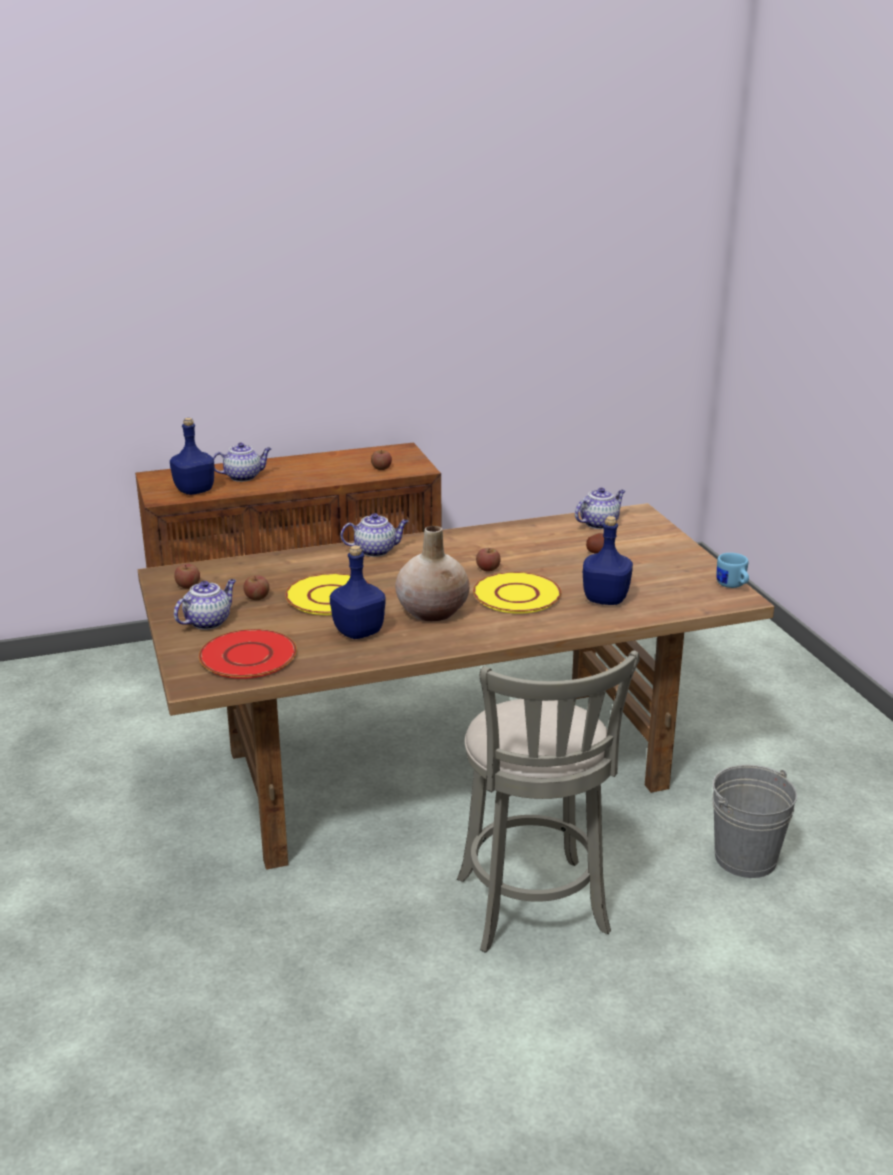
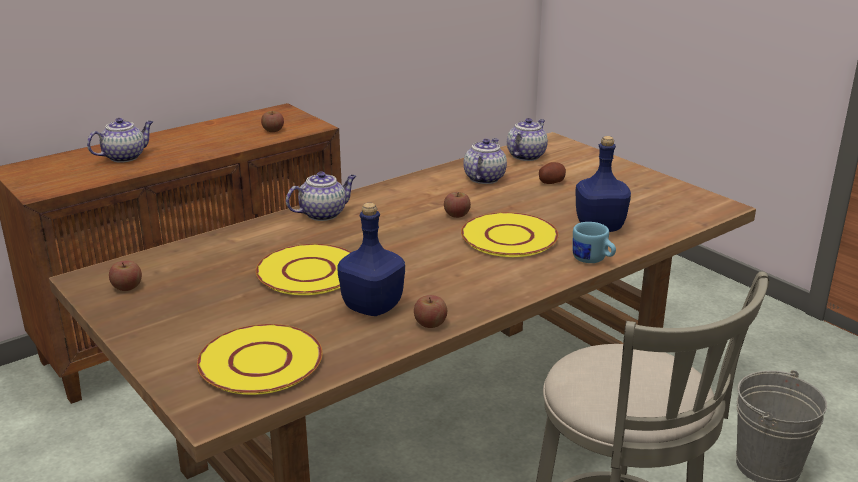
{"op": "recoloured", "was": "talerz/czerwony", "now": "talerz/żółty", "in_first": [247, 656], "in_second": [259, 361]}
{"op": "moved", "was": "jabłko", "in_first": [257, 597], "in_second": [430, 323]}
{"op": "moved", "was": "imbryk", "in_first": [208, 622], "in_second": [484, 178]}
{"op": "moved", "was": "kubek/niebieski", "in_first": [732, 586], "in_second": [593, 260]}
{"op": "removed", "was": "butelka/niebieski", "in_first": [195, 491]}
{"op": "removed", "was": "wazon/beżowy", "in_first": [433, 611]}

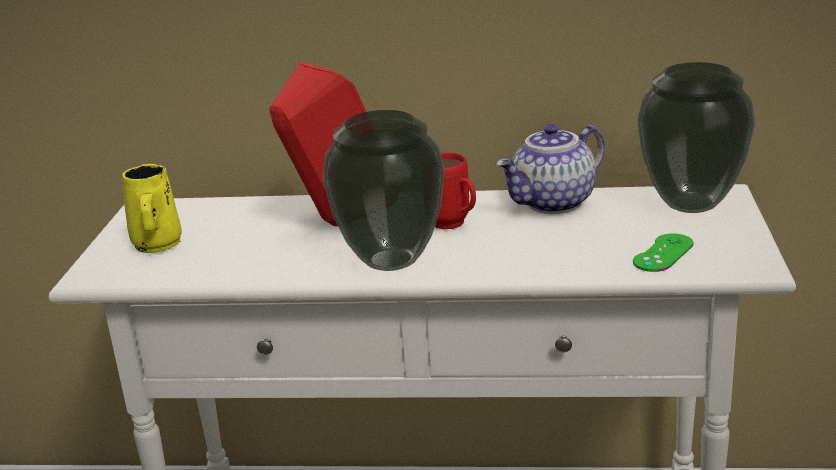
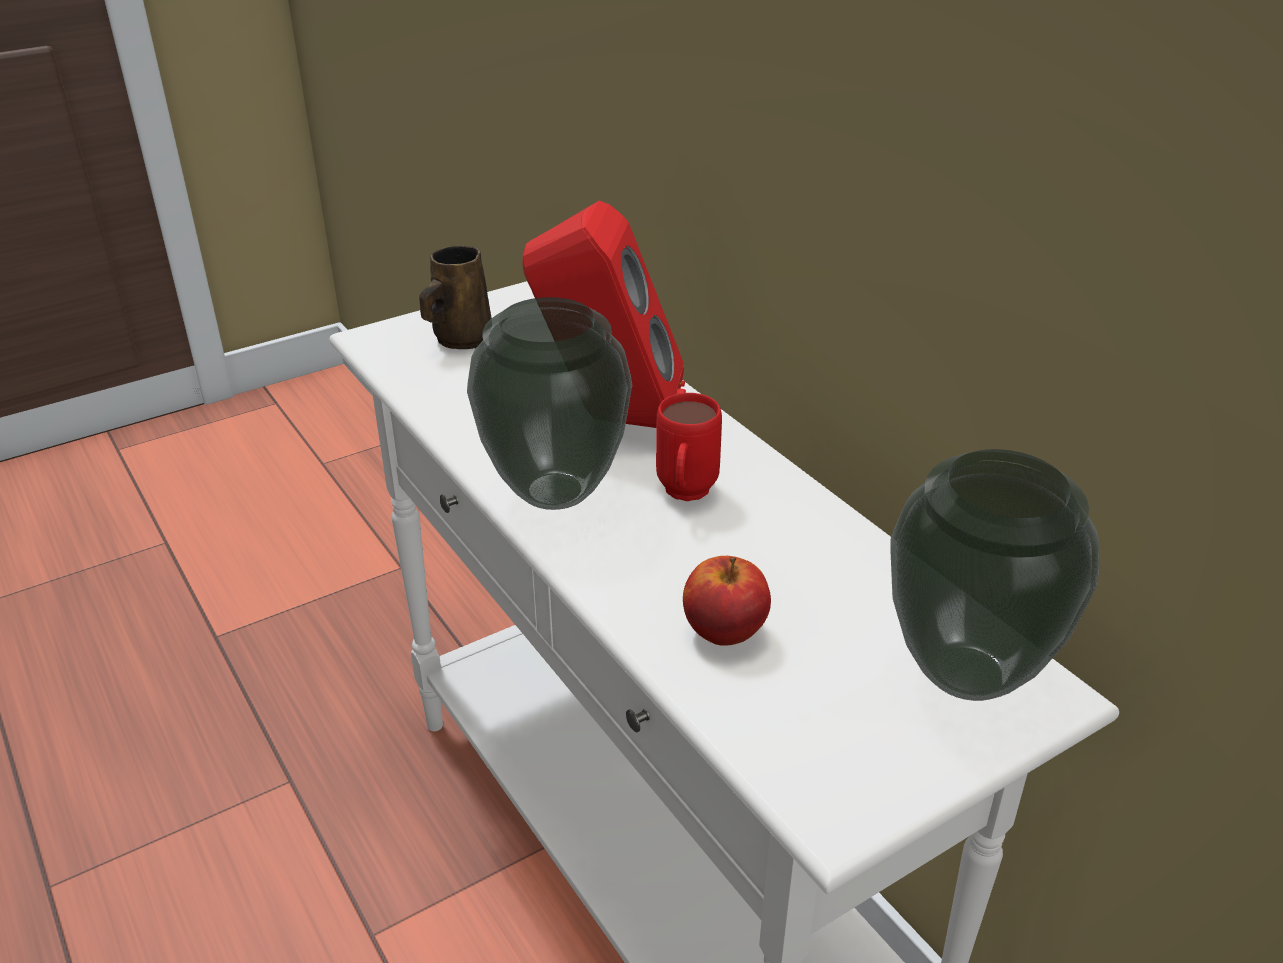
{"op": "recoloured", "was": "kubek/żółty", "now": "kubek/brązowy", "in_first": [157, 245], "in_second": [460, 340]}
{"op": "added", "now": "jabłko", "in_second": [724, 631]}
{"op": "removed", "was": "imbryk", "in_first": [554, 203]}
{"op": "removed", "was": "pad do gier/zielony", "in_first": [663, 253]}

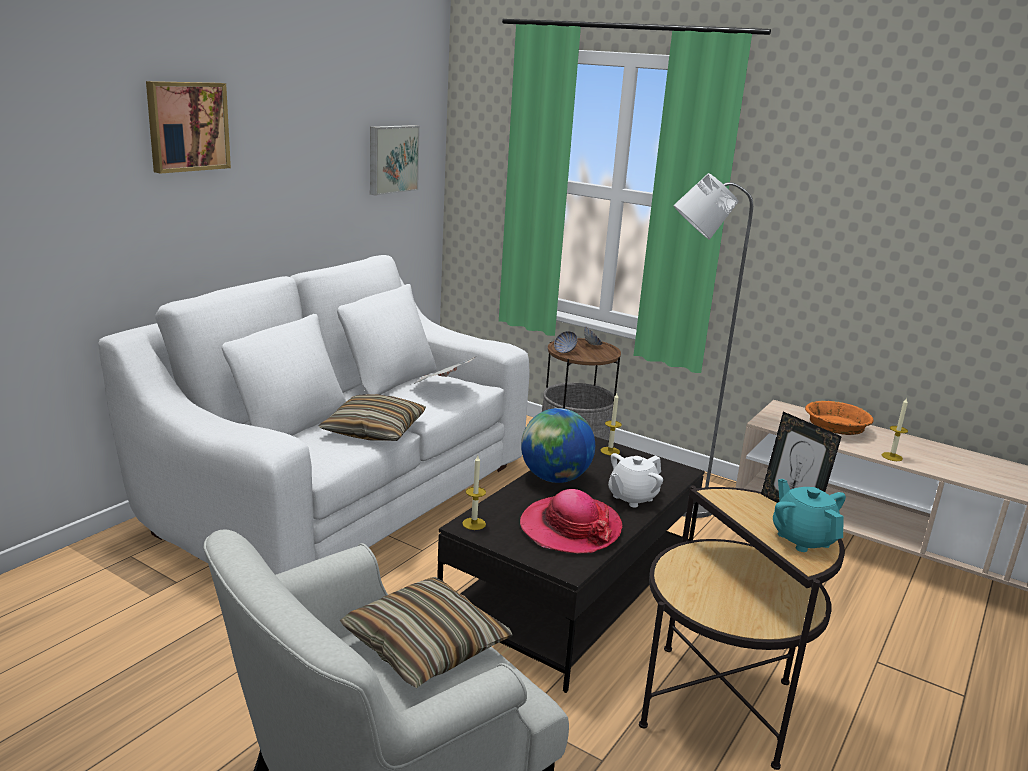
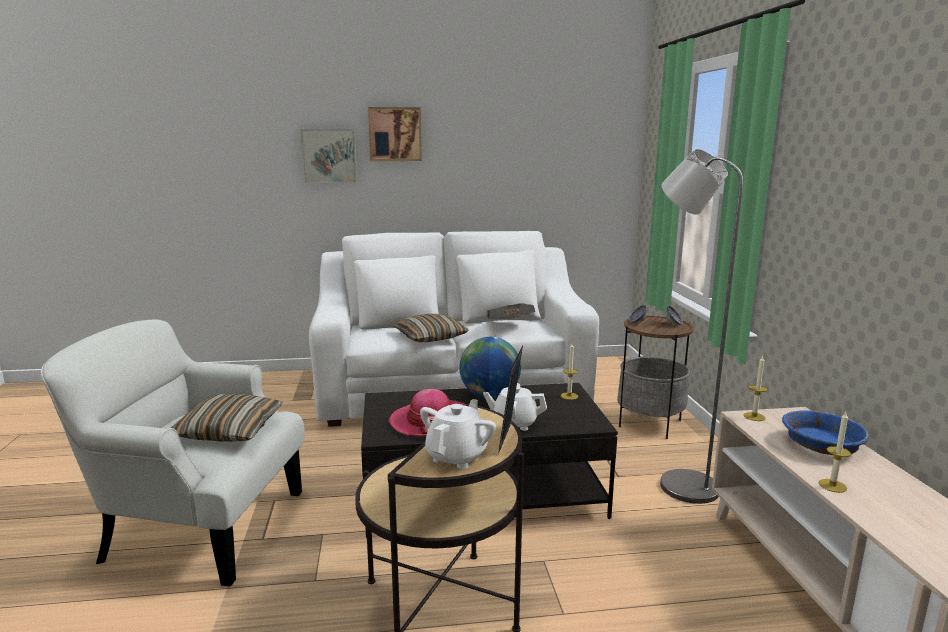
{"op": "moved", "was": "obraz", "in_first": [392, 159], "in_second": [329, 156]}
{"op": "recoloured", "was": "imbryk/turkusowy", "now": "imbryk/biały", "in_first": [803, 539], "in_second": [457, 456]}
{"op": "moved", "was": "świeca", "in_first": [474, 524], "in_second": [754, 416]}
{"op": "recoloured", "was": "miska/pomarańczowy", "now": "miska/niebieski", "in_first": [836, 428], "in_second": [822, 445]}

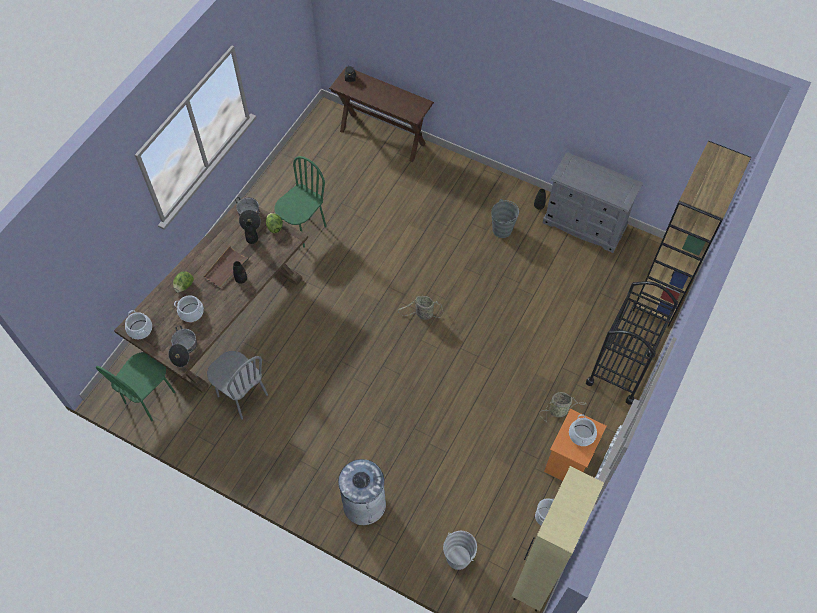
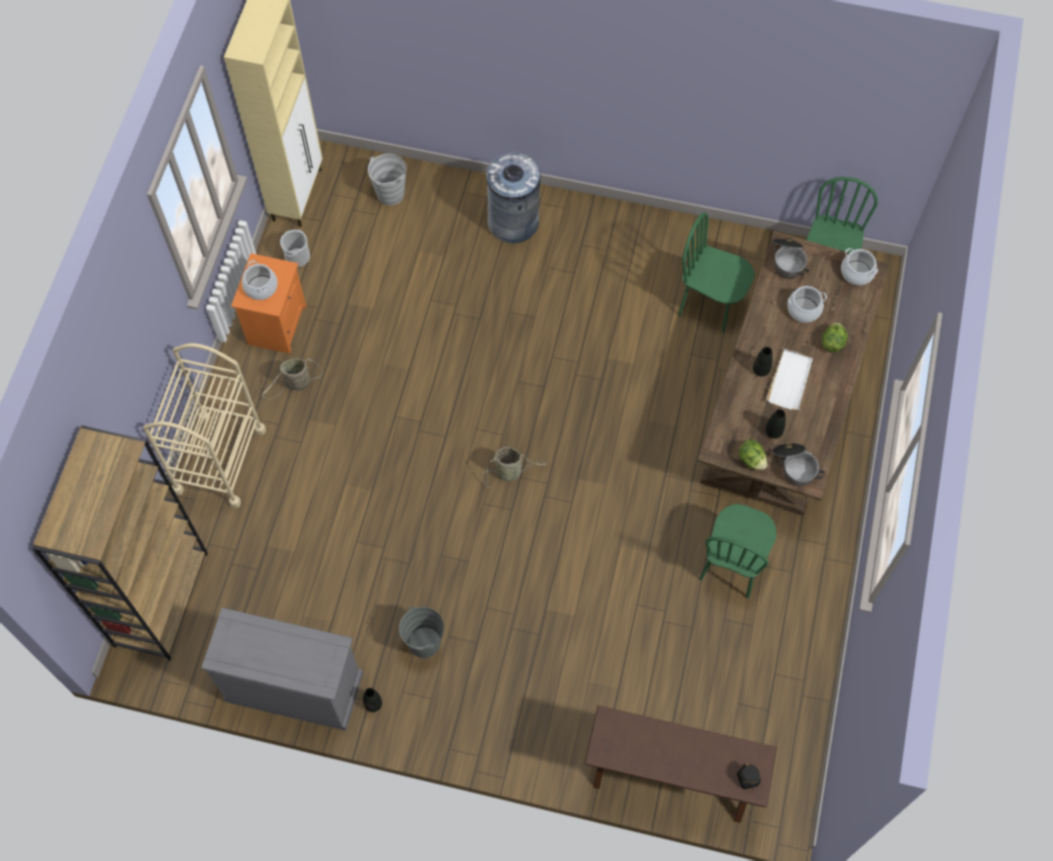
{"op": "recoloured", "was": "wózek/czarny", "now": "wózek/beżowy", "in_first": [620, 368], "in_second": [219, 460]}
{"op": "recoloured", "was": "krzesło/szary", "now": "krzesło/zielony", "in_first": [242, 396], "in_second": [709, 306]}
{"op": "recoloured", "was": "taca/brązowy", "now": "taca/biały", "in_first": [225, 268], "in_second": [790, 380]}

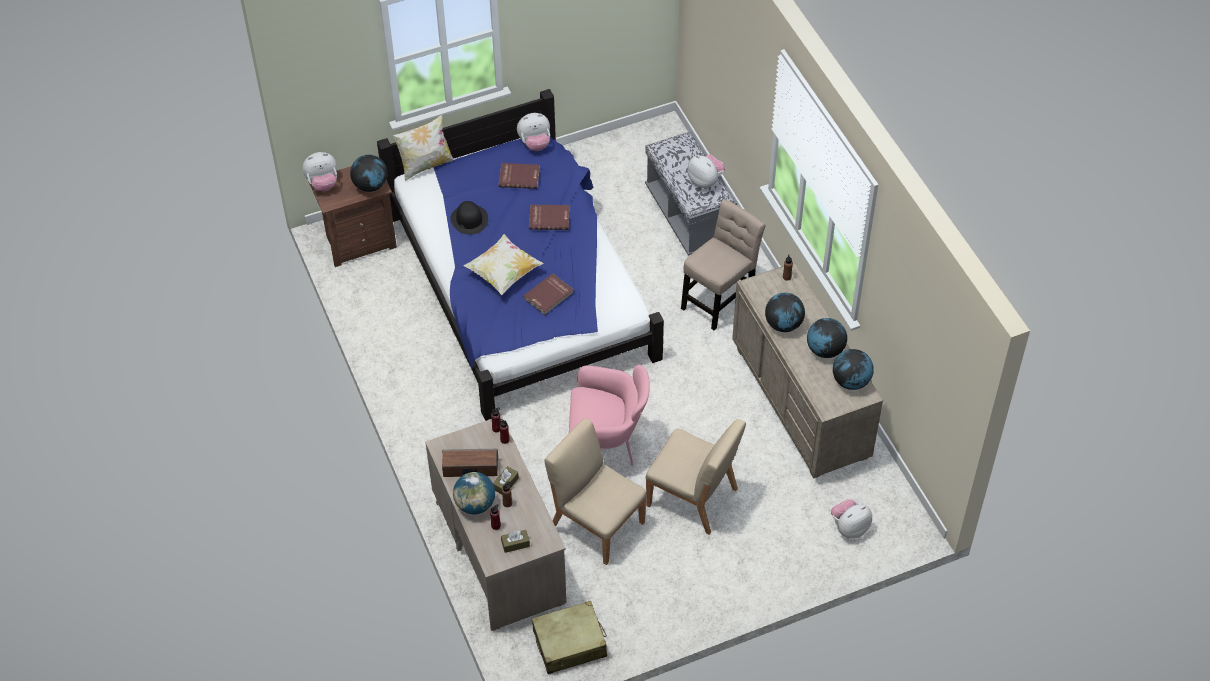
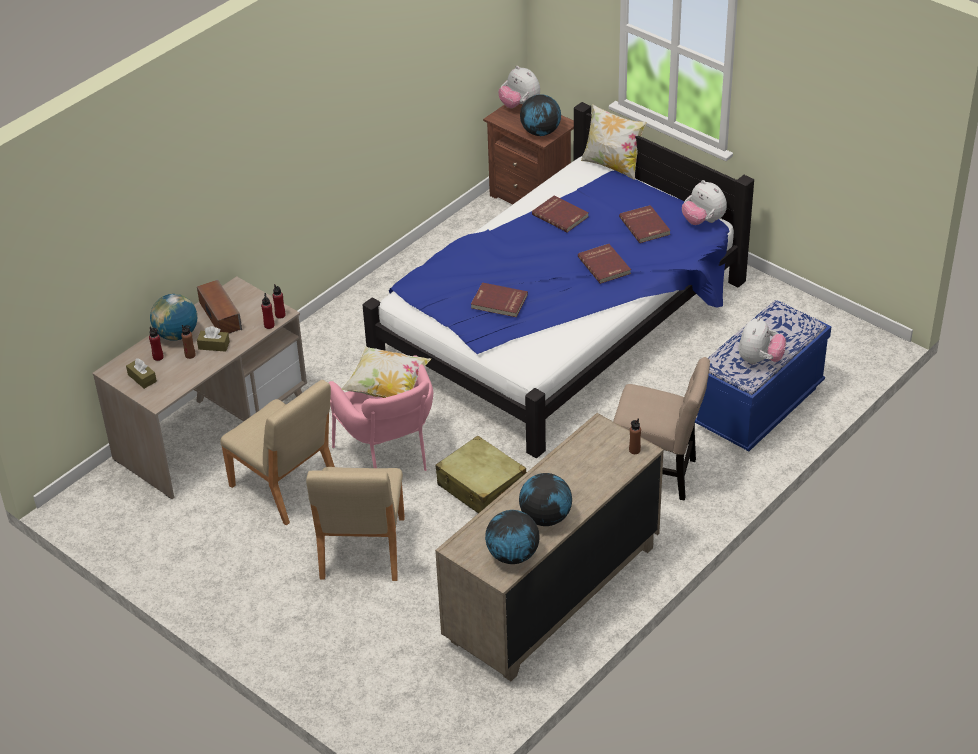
{"op": "turned", "was": "krzesło/beżowy", "in_first": [596, 523], "in_second": [285, 486], "clockwise": 120}
{"op": "moved", "was": "poduszka", "in_first": [504, 273], "in_second": [387, 387]}
{"op": "moved", "was": "walizka/beżowy", "in_first": [570, 644], "in_second": [482, 487]}
{"op": "replaced", "was": "kapelusz/czarny", "now": "książka/czerwony", "in_first": [469, 219], "in_second": [561, 215]}
{"op": "recoloured", "was": "ławka/szary", "now": "ławka/niebieski", "in_first": [689, 216], "in_second": [759, 407]}
{"op": "removed", "was": "globus", "in_first": [783, 324]}
{"op": "removed", "was": "pluszak", "in_first": [849, 527]}

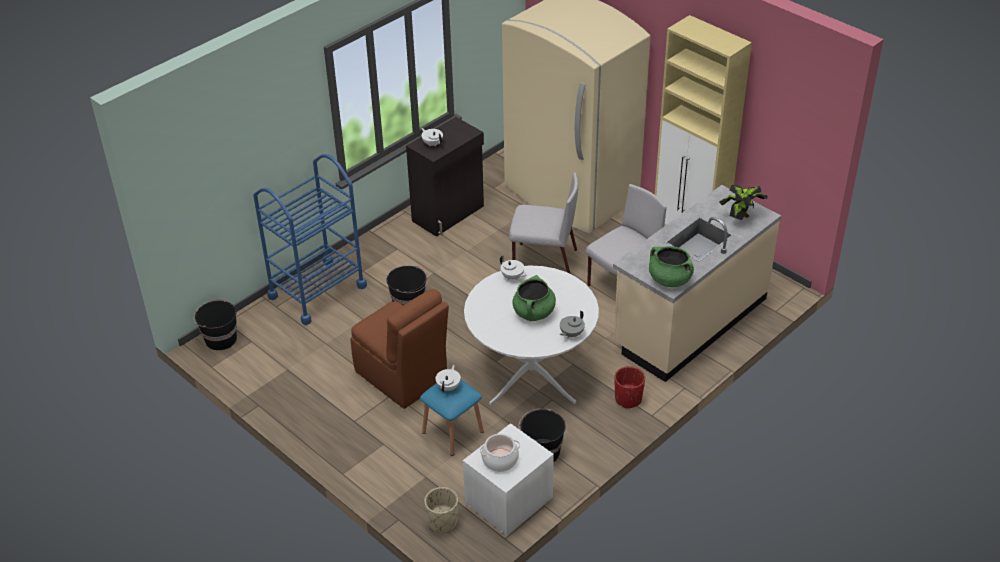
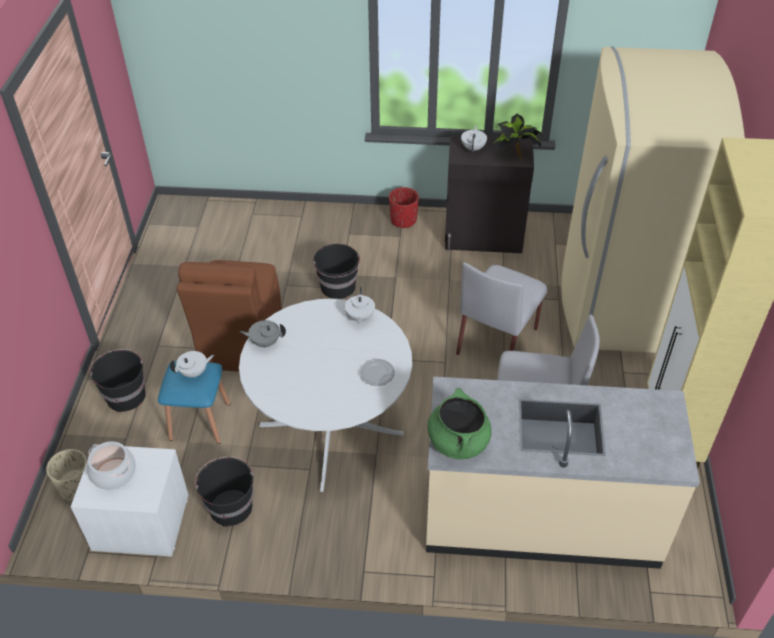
{"op": "moved", "was": "wiadro/czarny", "in_first": [220, 339], "in_second": [125, 395]}
{"op": "moved", "was": "imbryk/szary", "in_first": [571, 334], "in_second": [265, 342]}
{"op": "added", "now": "talerz", "in_second": [377, 373]}
{"op": "moved", "was": "donica/czerwony", "in_first": [628, 399], "in_second": [403, 220]}
{"op": "turned", "was": "krzesło/szary", "in_first": [543, 261], "in_second": [497, 340], "clockwise": 60}
{"op": "moved", "was": "roślina doniczkowa", "in_first": [741, 217], "in_second": [515, 154]}
{"op": "removed", "was": "wózek/niebieski", "in_first": [317, 291]}
{"op": "removed", "was": "garnek/zielony", "in_first": [534, 312]}

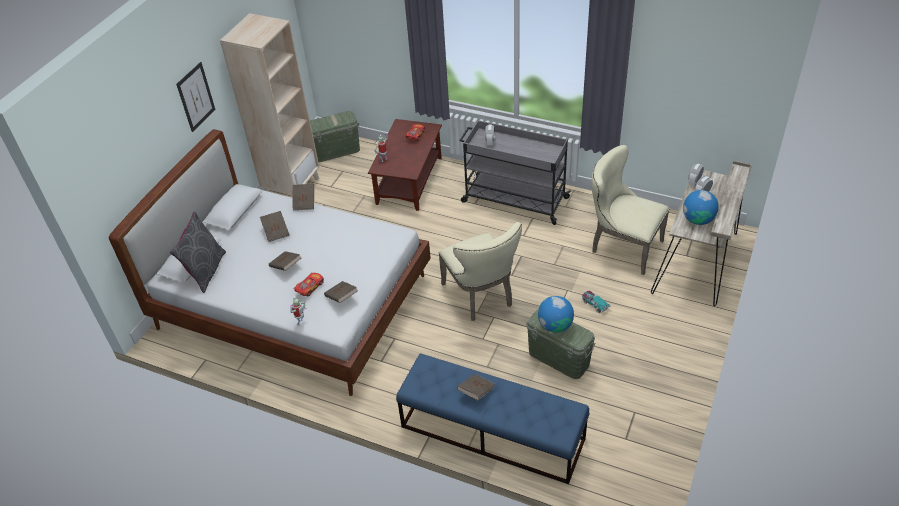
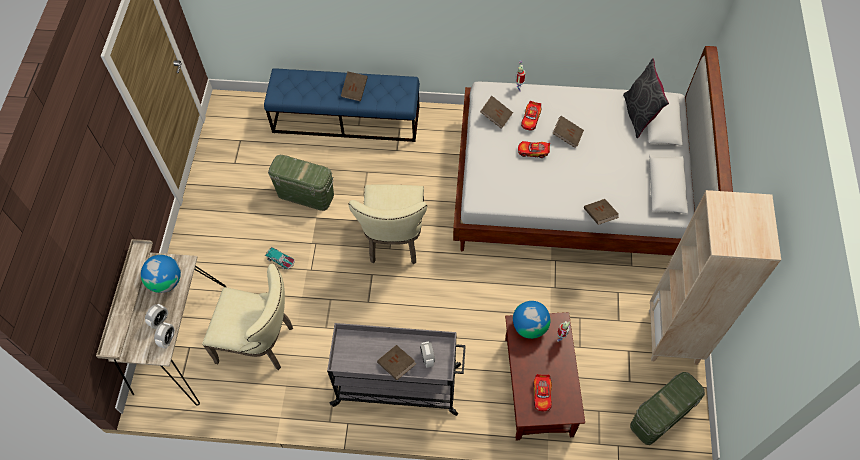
{"op": "turned", "was": "krzesło/beżowy", "in_first": [481, 296], "in_second": [394, 241], "clockwise": -135}
{"op": "moved", "was": "książka/brązowy", "in_first": [276, 231], "in_second": [396, 365]}
{"op": "moved", "was": "globus", "in_first": [555, 325], "in_second": [529, 327]}
{"op": "added", "now": "samochodzik", "in_second": [533, 151]}
{"op": "removed", "was": "obraz", "in_first": [196, 97]}

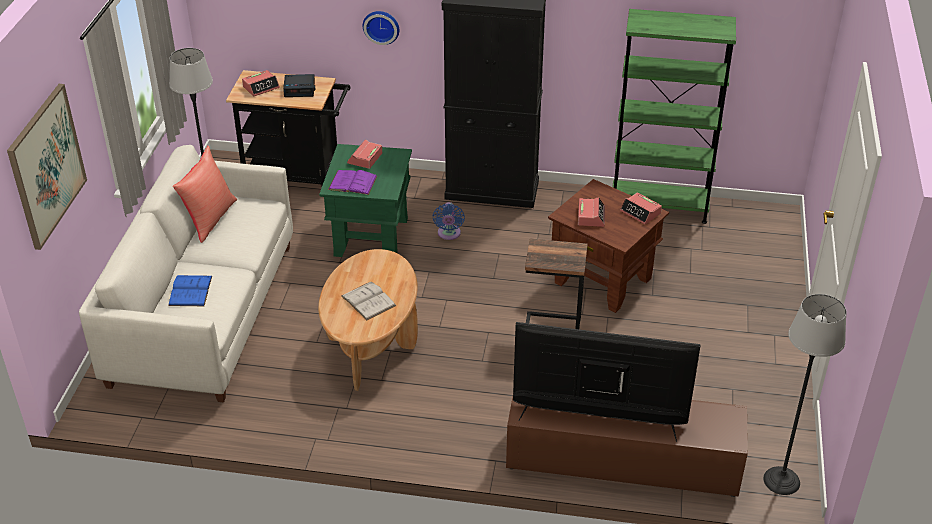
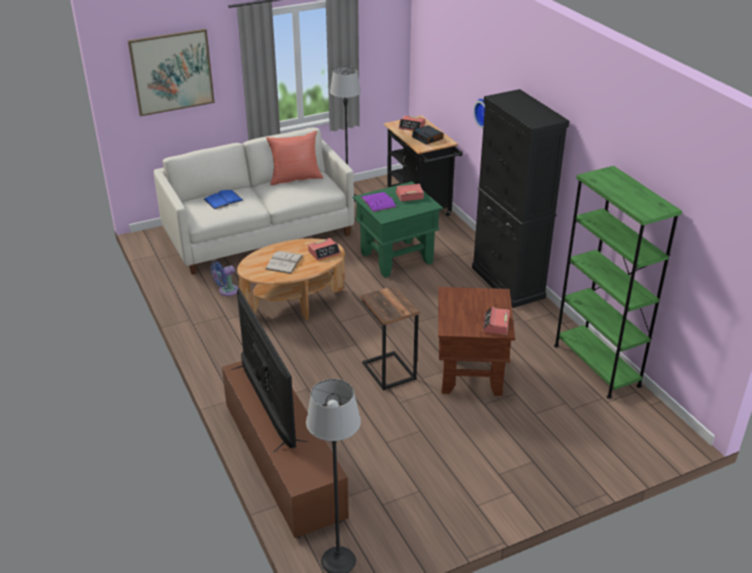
{"op": "moved", "was": "wentylator/niebieski", "in_first": [449, 234], "in_second": [226, 291]}
{"op": "moved", "was": "budzik", "in_first": [591, 216], "in_second": [324, 252]}

